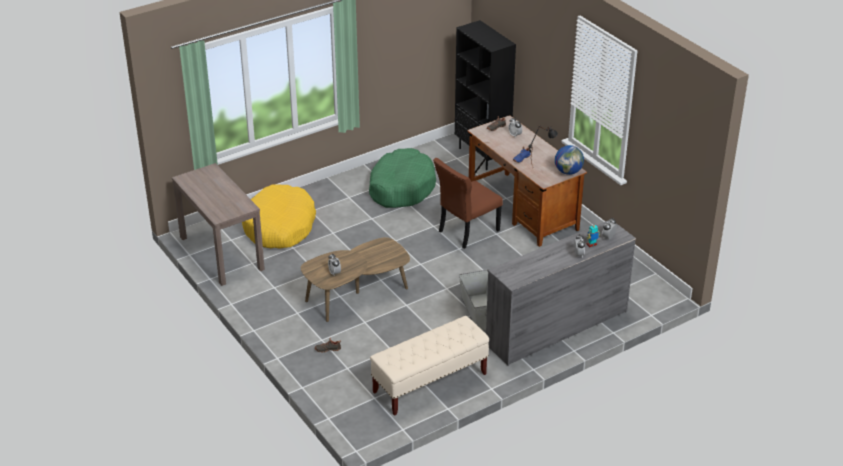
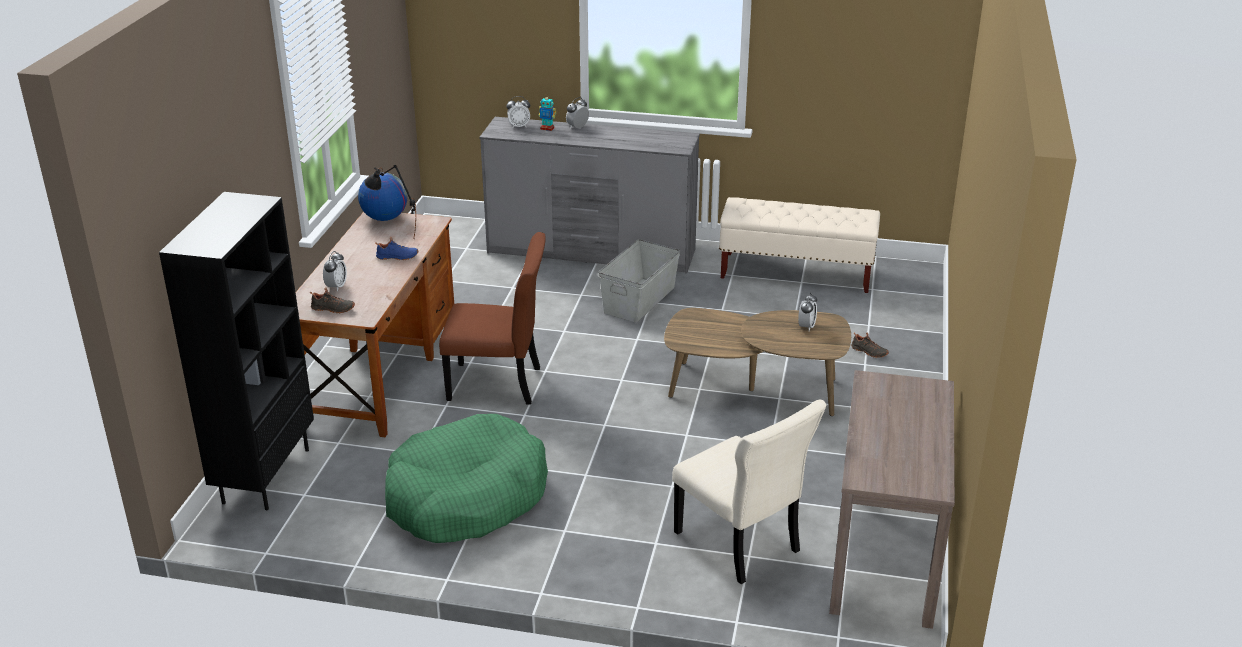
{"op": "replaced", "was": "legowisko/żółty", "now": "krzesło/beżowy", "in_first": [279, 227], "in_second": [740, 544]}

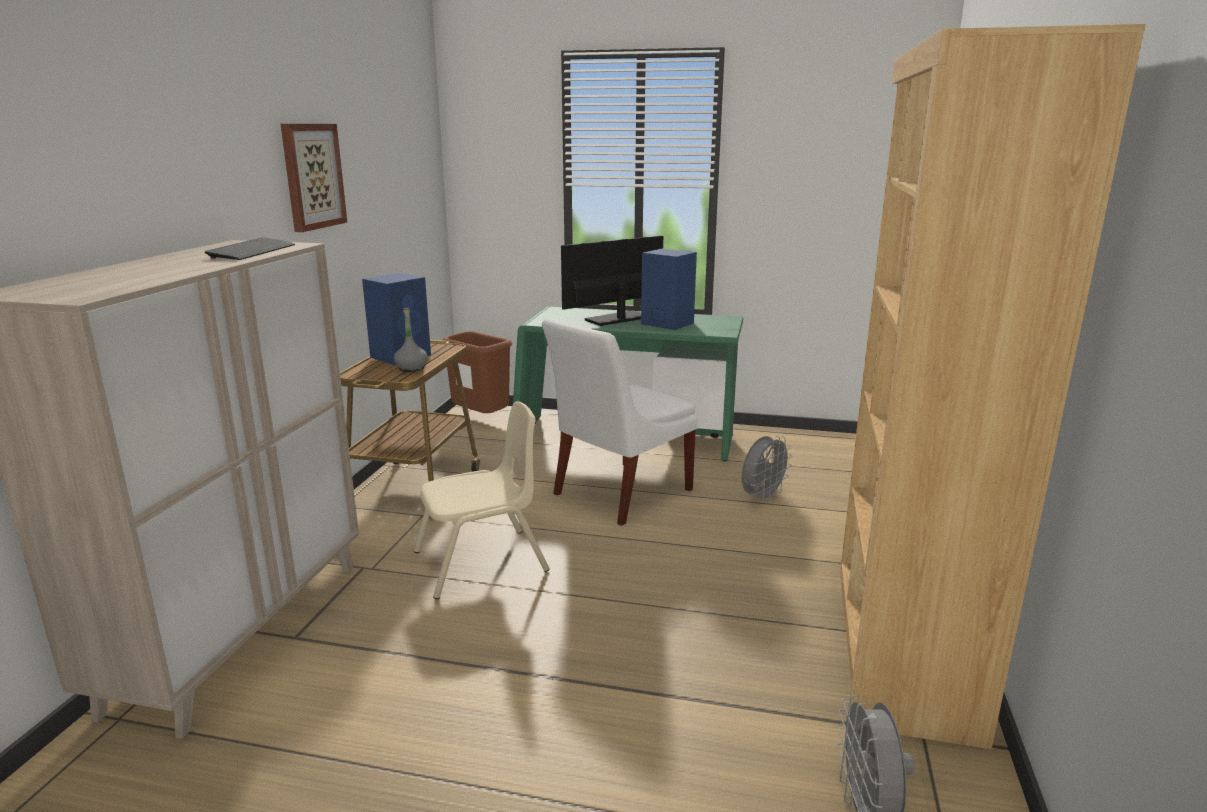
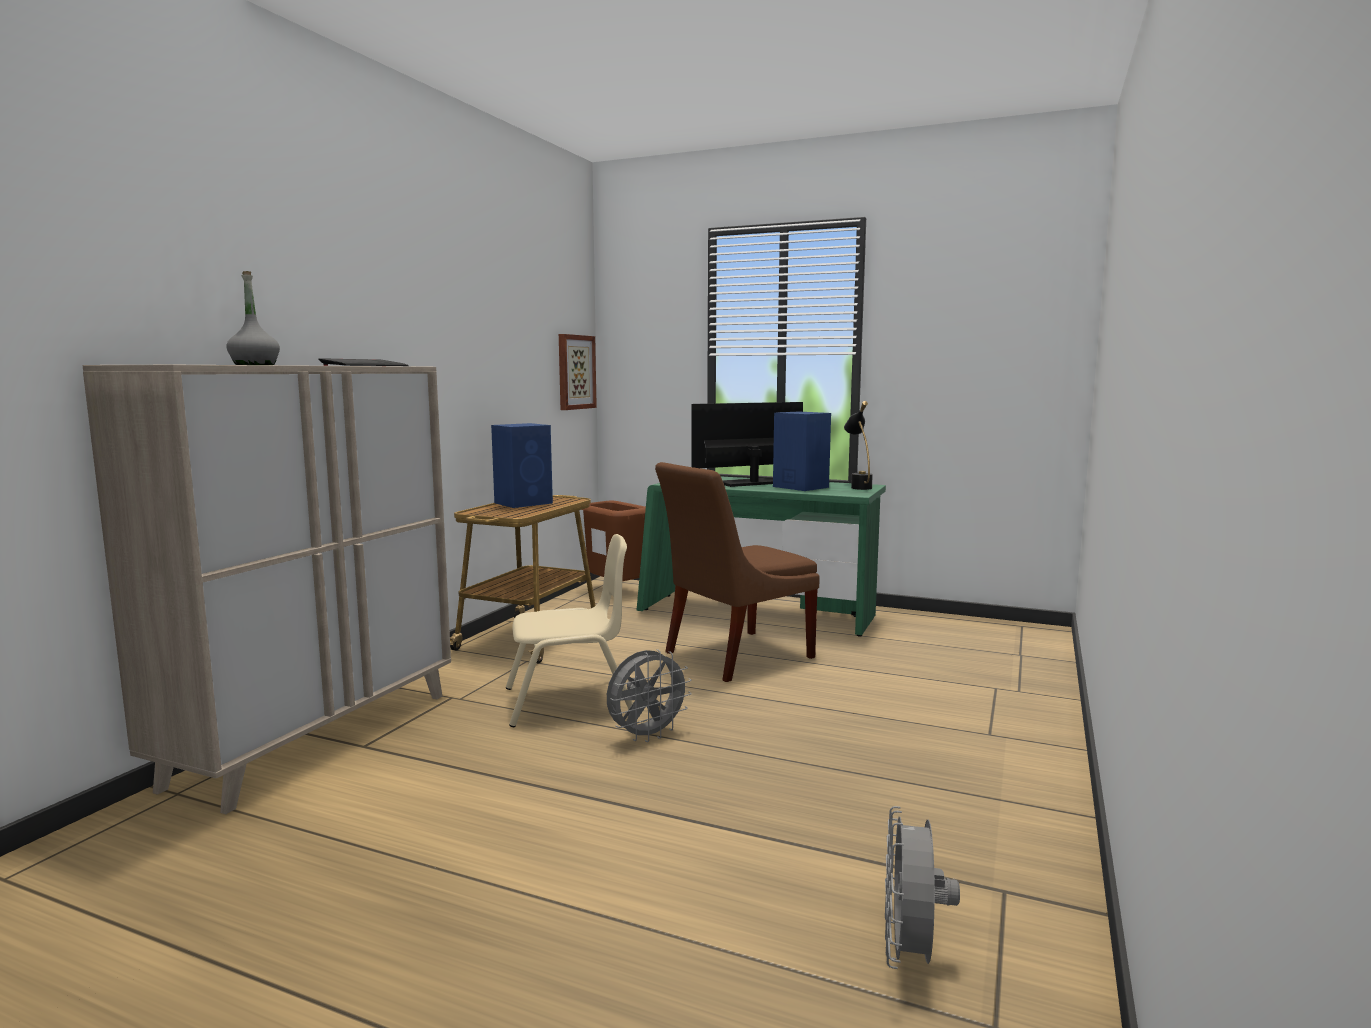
{"op": "moved", "was": "butelka/szary", "in_first": [411, 368], "in_second": [254, 365]}
{"op": "moved", "was": "obraz", "in_first": [312, 176], "in_second": [575, 372]}
{"op": "moved", "was": "wentylator/szary", "in_first": [762, 498], "in_second": [647, 735]}
{"op": "recoloured", "was": "krzesło/biały", "now": "krzesło/brązowy", "in_first": [618, 493], "in_second": [733, 656]}
{"op": "added", "now": "lampa stołowa/czarny", "in_second": [858, 486]}
{"op": "removed", "was": "regał/brązowy", "in_first": [900, 646]}

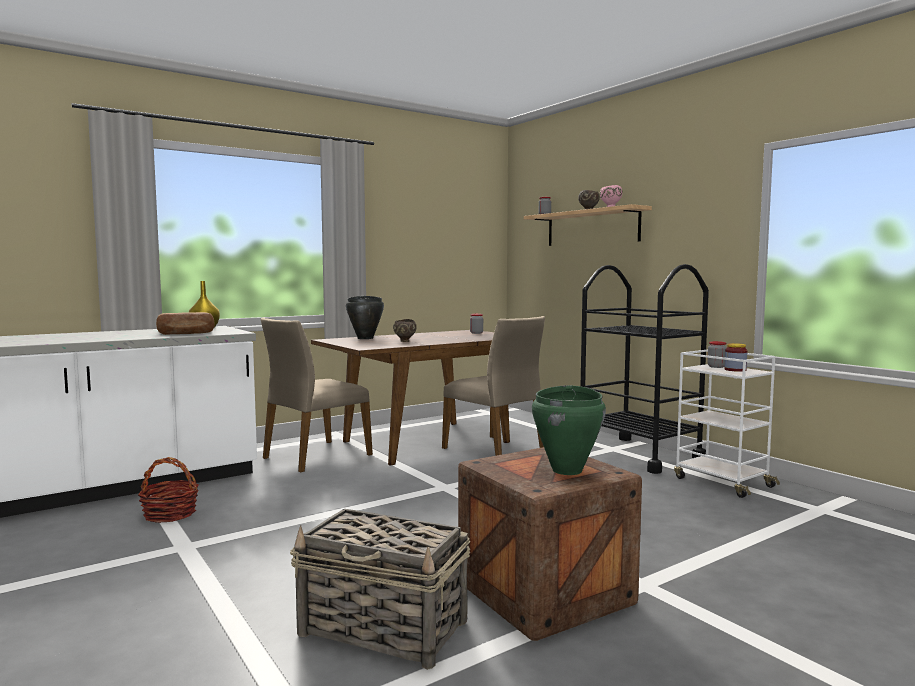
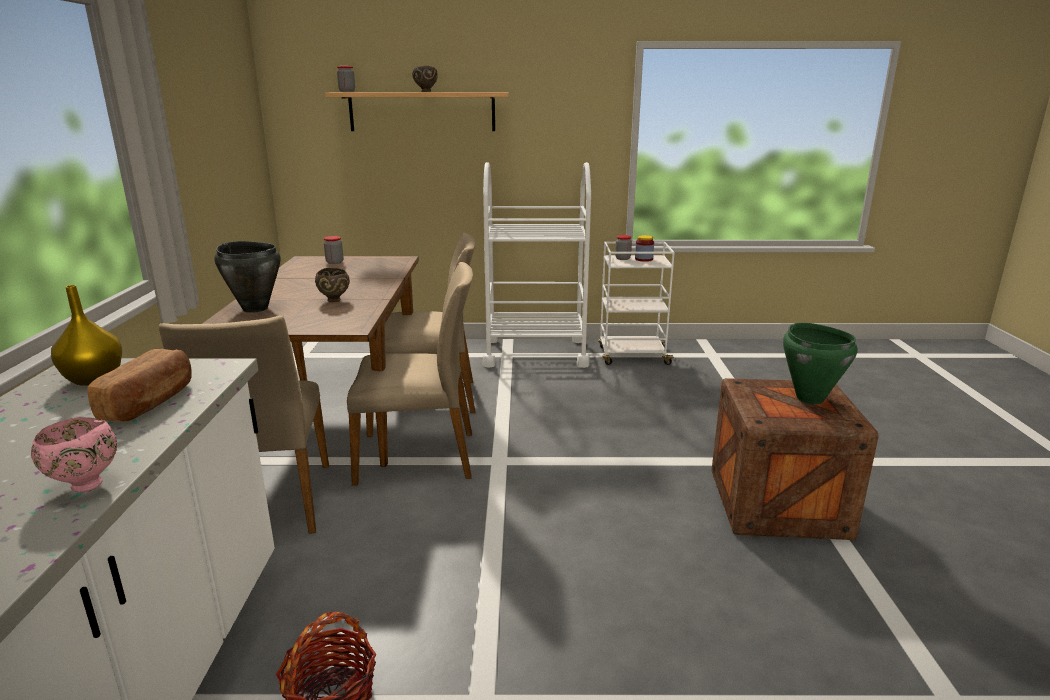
{"op": "moved", "was": "miska/różowy", "in_first": [610, 207], "in_second": [84, 485]}
{"op": "added", "now": "krzesło/beżowy", "in_second": [418, 456]}
{"op": "recoloured", "was": "wózek/czarny", "now": "wózek/biały", "in_first": [638, 454], "in_second": [535, 353]}
{"op": "removed", "was": "koszyk", "in_first": [385, 628]}

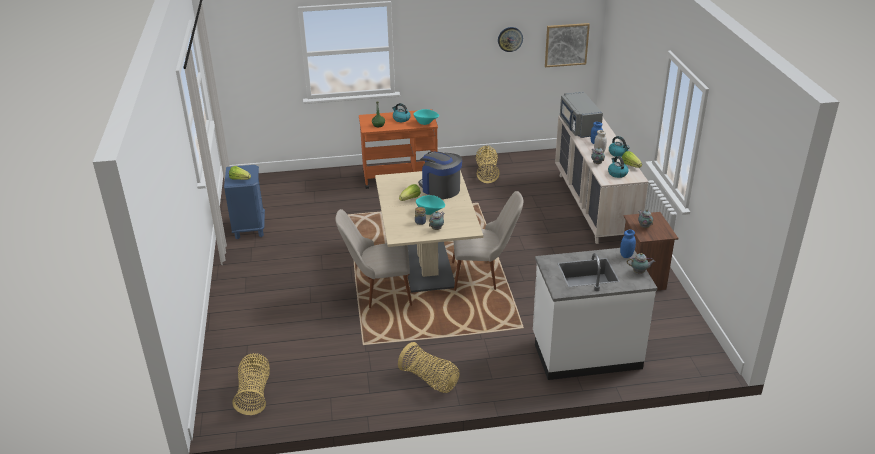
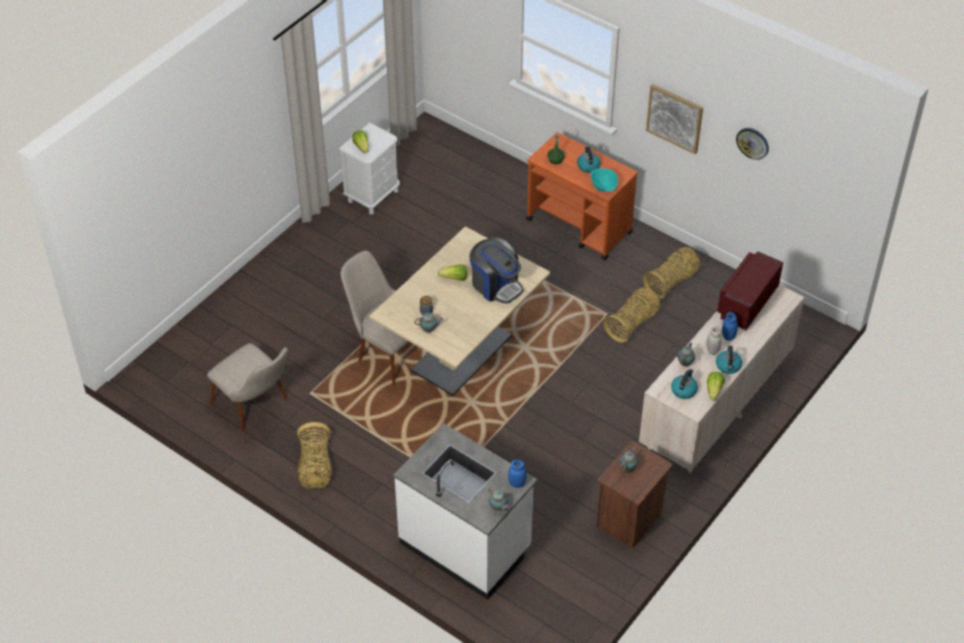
{"op": "moved", "was": "krzesło/beżowy", "in_first": [484, 275], "in_second": [257, 409]}
{"op": "recoloured", "was": "szafka nocna/niebieski", "now": "szafka nocna/biały", "in_first": [249, 227], "in_second": [373, 195]}
{"op": "turned", "was": "ekspres do kawy", "in_first": [440, 189], "in_second": [496, 285], "clockwise": 135}
{"op": "moved", "was": "koszyk", "in_first": [254, 393], "in_second": [632, 323]}
{"op": "moved", "was": "obraz", "in_first": [566, 44], "in_second": [675, 118]}
{"op": "recoloured", "was": "mikrofalówka/szary", "now": "mikrofalówka/czerwony", "in_first": [578, 127], "in_second": [746, 302]}
{"op": "removed", "was": "miska/turkusowy", "in_first": [431, 212]}

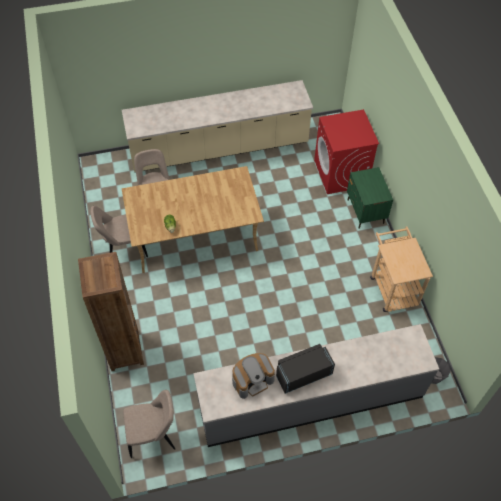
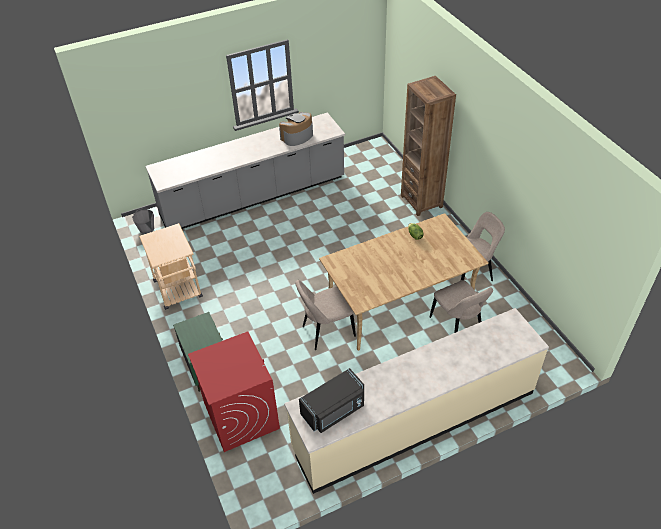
{"op": "moved", "was": "krzesło/beżowy", "in_first": [154, 436], "in_second": [326, 332]}
{"op": "moved", "was": "mikrofalówka/czarny", "in_first": [303, 373], "in_second": [334, 410]}

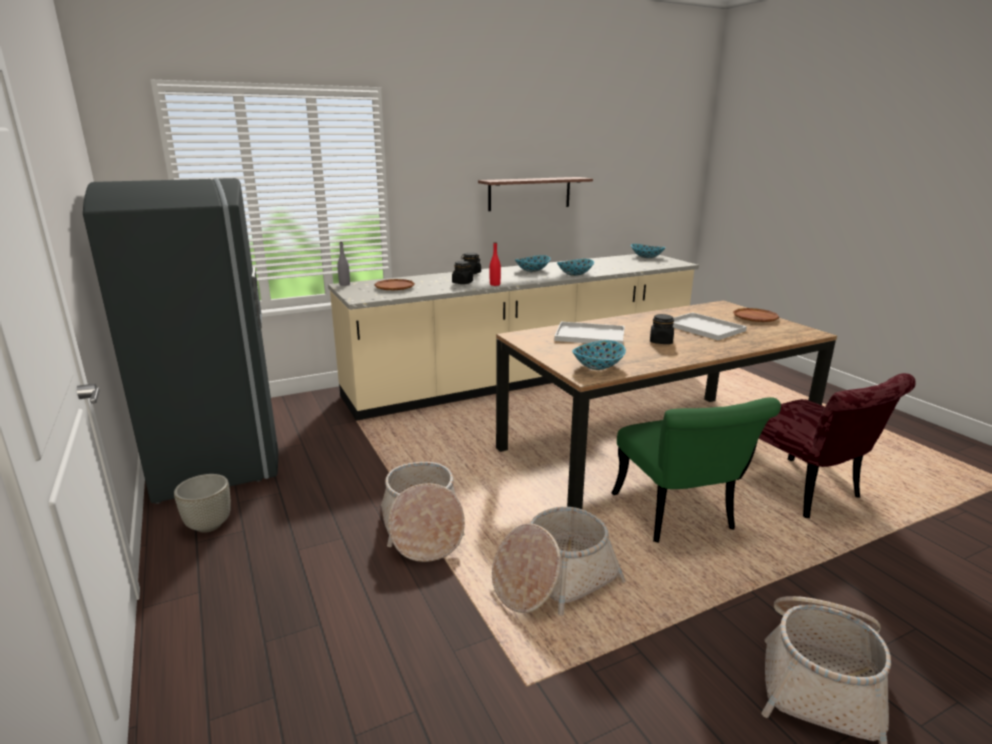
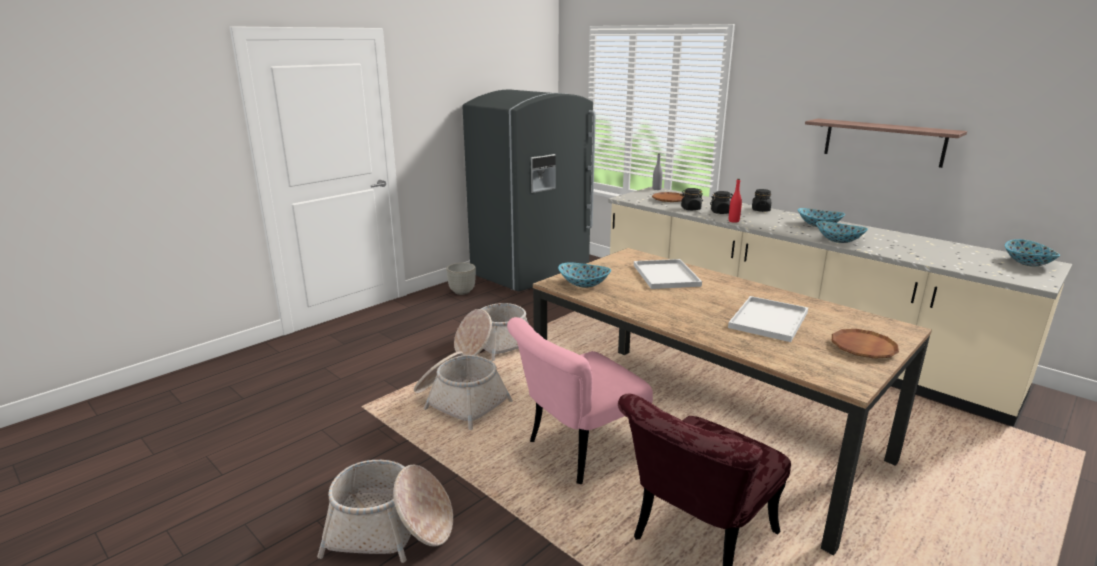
{"op": "recoloured", "was": "krzesło/zielony", "now": "krzesło/różowy", "in_first": [679, 518], "in_second": [577, 451]}
{"op": "moved", "was": "słoik/czarny", "in_first": [661, 342], "in_second": [690, 209]}

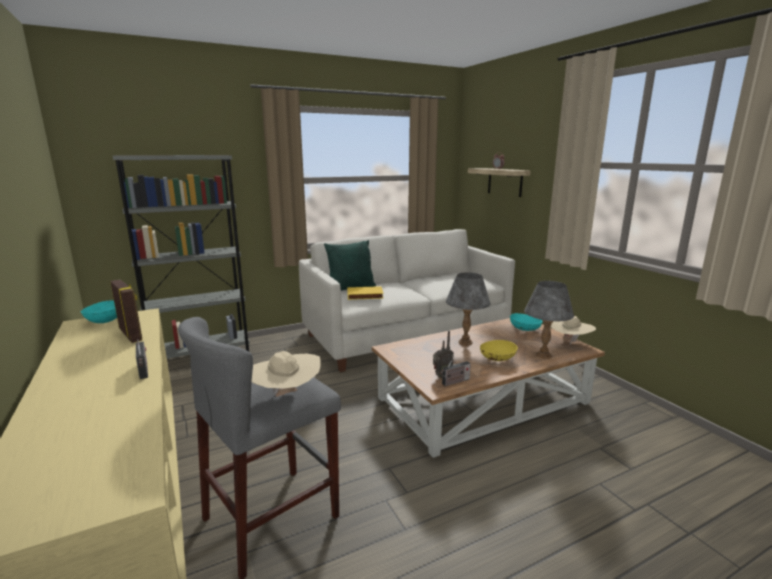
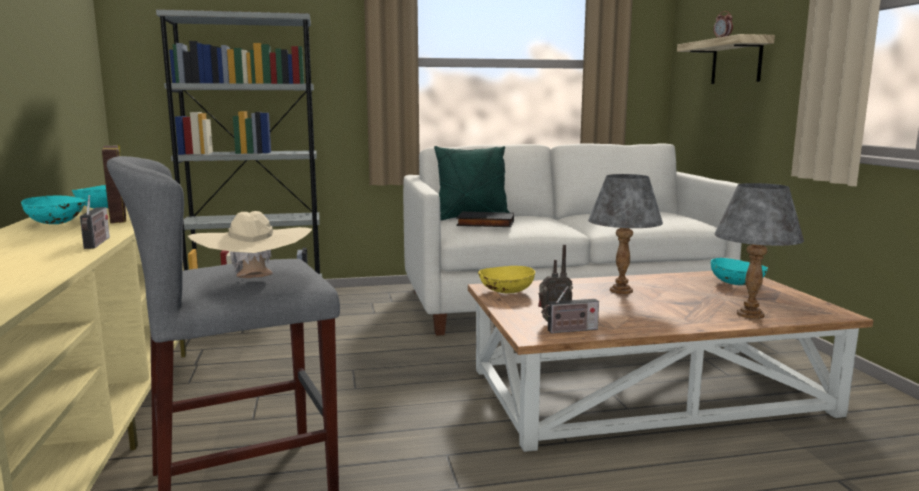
{"op": "added", "now": "miska/turkusowy", "in_second": [57, 223]}
{"op": "recoloured", "was": "książka/żółty", "now": "książka/czarny", "in_first": [364, 296], "in_second": [485, 224]}
{"op": "moved", "was": "miska/żółty", "in_first": [497, 359], "in_second": [506, 292]}
{"op": "removed", "was": "kapelusz/beżowy", "in_first": [568, 342]}

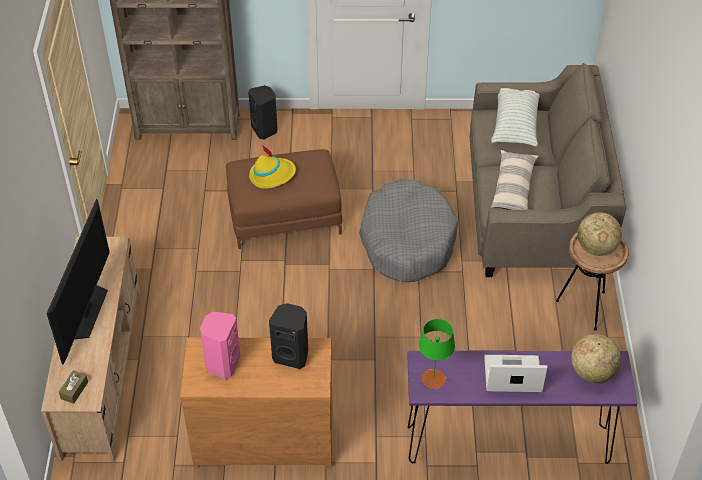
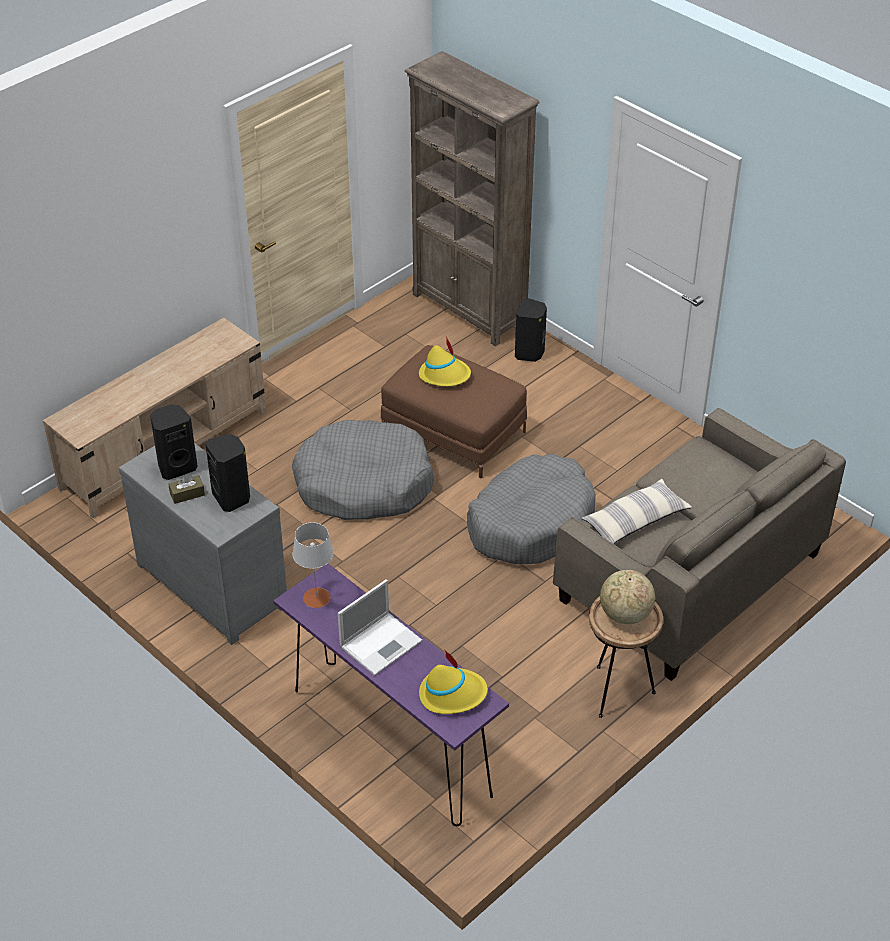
{"op": "recoloured", "was": "komoda/brązowy", "now": "komoda/szary", "in_first": [263, 435], "in_second": [214, 582]}
{"op": "recoloured", "was": "głośnik/różowy", "now": "głośnik/czarny", "in_first": [222, 364], "in_second": [176, 467]}
{"op": "moved", "was": "pudełko chusteczek/brązowy", "in_first": [74, 390], "in_second": [187, 494]}
{"op": "added", "now": "legowisko/szary", "in_second": [363, 484]}
{"op": "recoloured", "was": "lampa stołowa/zielony", "now": "lampa stołowa/szary", "in_first": [433, 379], "in_second": [316, 598]}
{"op": "turned", "was": "laptop", "in_first": [511, 375], "in_second": [381, 643], "clockwise": 90}
{"op": "replaced", "was": "globus", "now": "kapelusz/żółty", "in_first": [592, 372], "in_second": [452, 694]}
{"op": "removed", "was": "telewizor", "in_first": [86, 311]}
{"op": "removed", "was": "poduszka", "in_first": [515, 124]}

